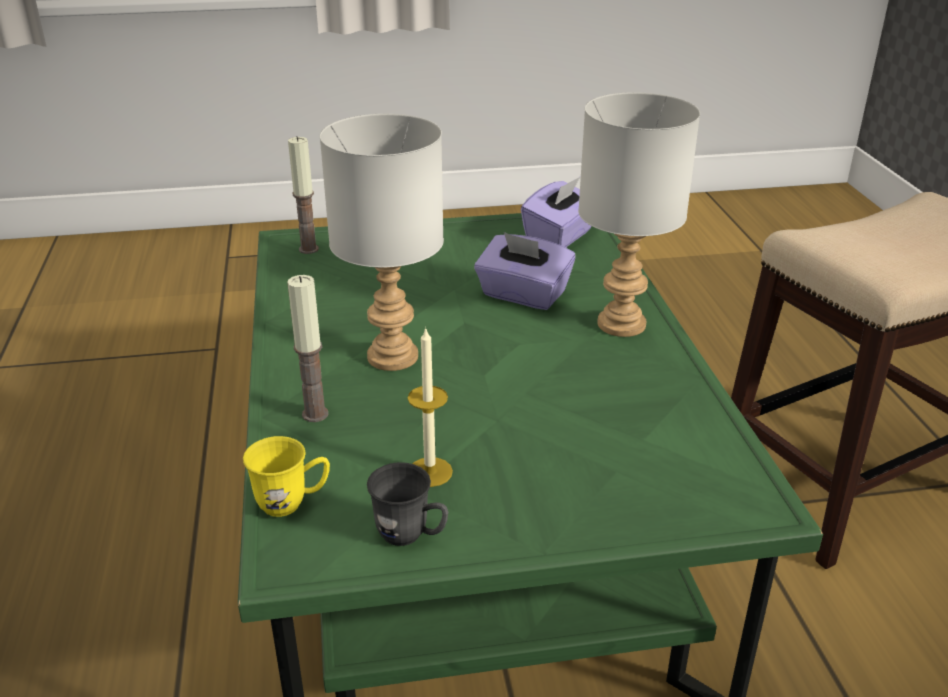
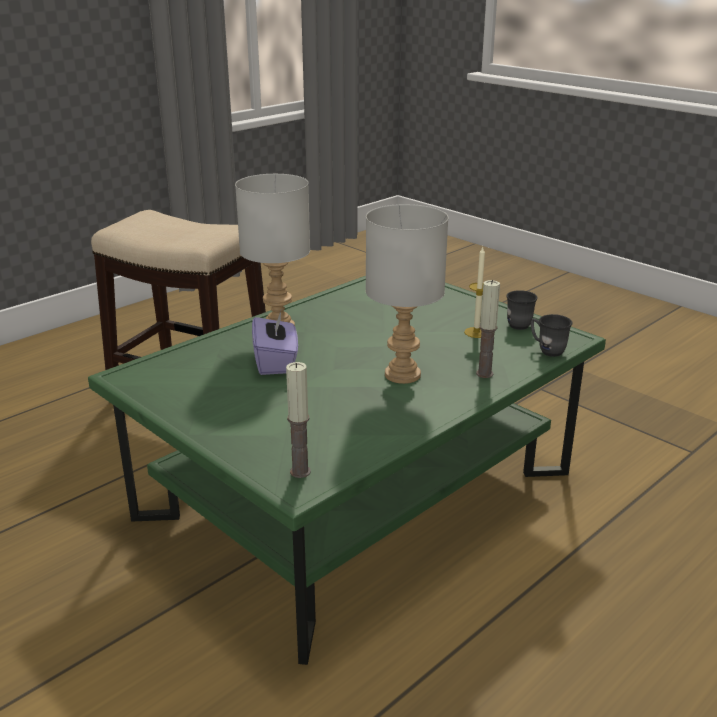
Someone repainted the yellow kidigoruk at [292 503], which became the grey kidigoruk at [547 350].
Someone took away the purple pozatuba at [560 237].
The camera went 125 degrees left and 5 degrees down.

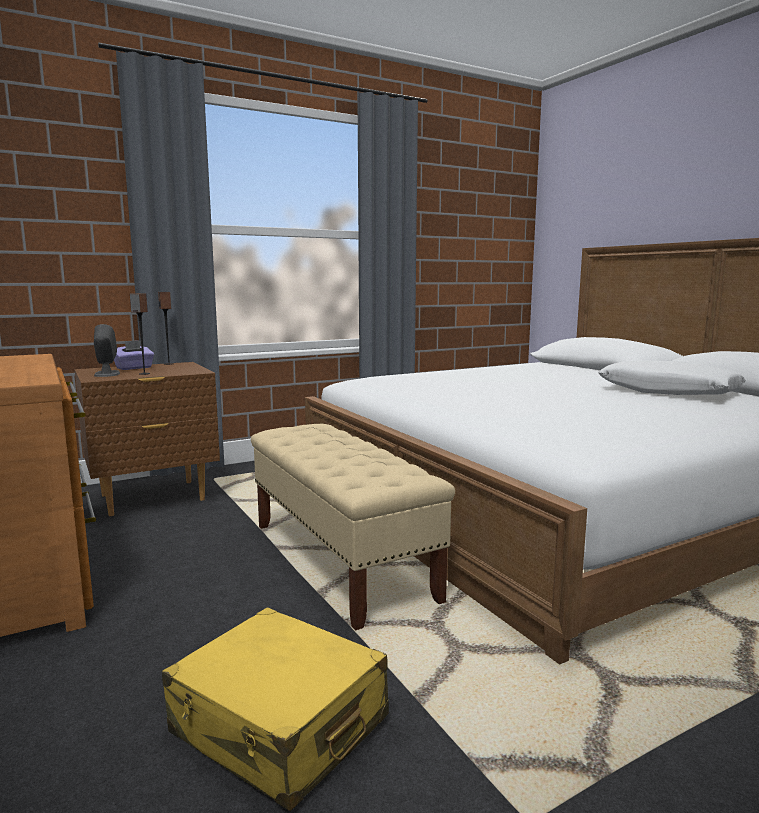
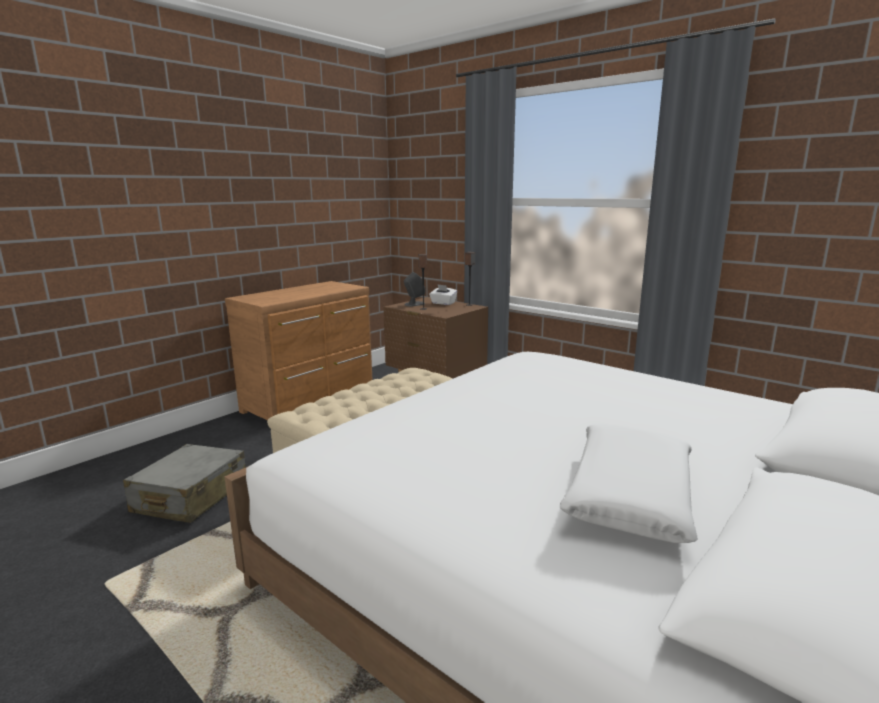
Someone repainted the purple pozatuba at [134 368], which became the white pozatuba at [443 303].
Someone repainted the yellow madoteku at [279 726], which became the grey madoteku at [190 497].
The camera went 70 degrees right and 5 degrees up.

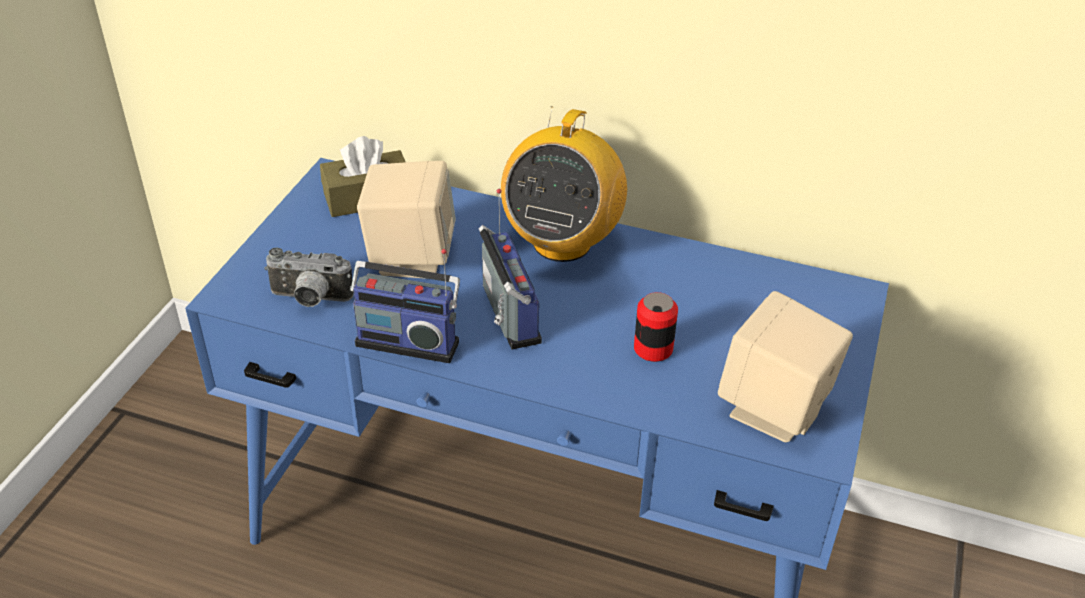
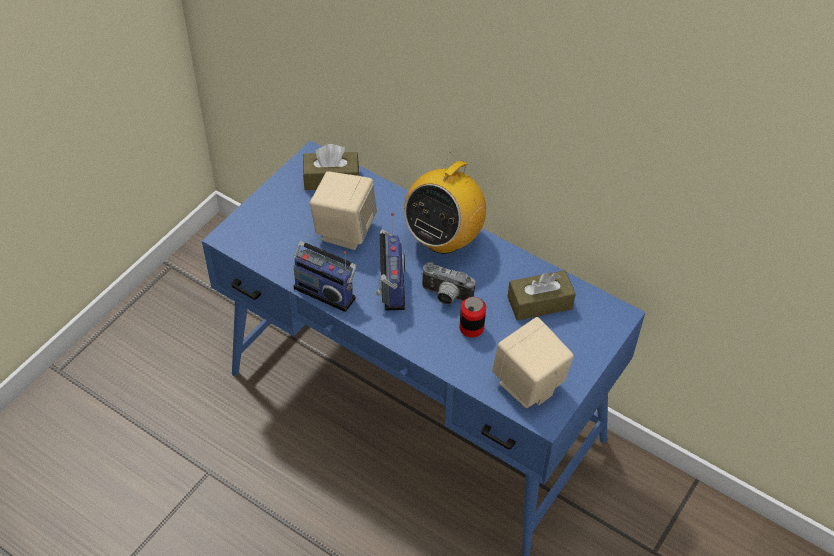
Someone carried the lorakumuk from [309 300] to [445 296].
Someone put down the brown pozatuba at [539 303].
The camera went 15 degrees right and 10 degrees up.

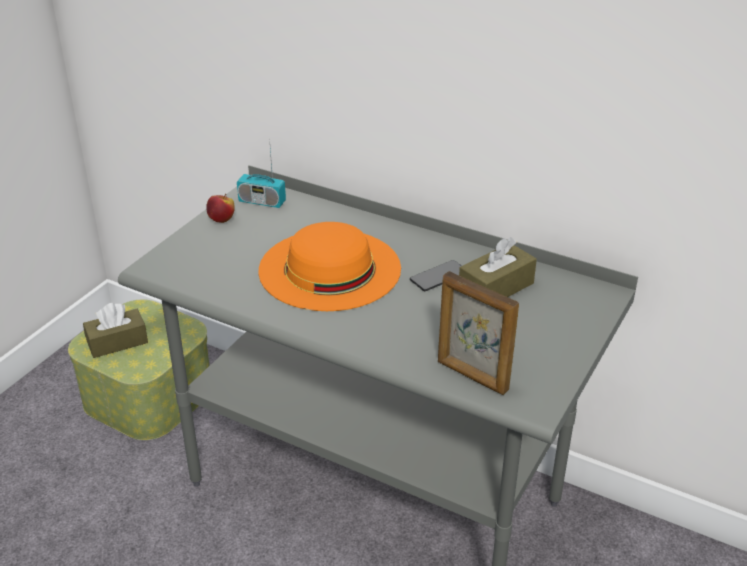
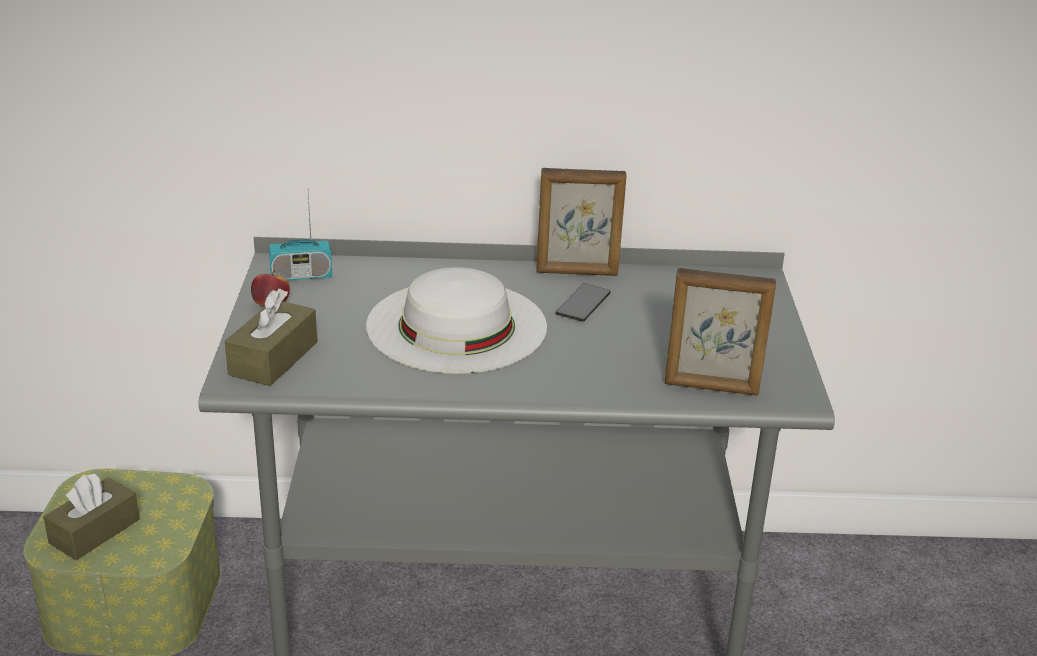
Someone repainted the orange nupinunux at [330 268], which became the white nupinunux at [456 325].
Someone carried the brown pozatuba from [496 288] to [273 358].
Someone put down the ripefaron at [577 272].
The camera went 30 degrees left and 5 degrees down.

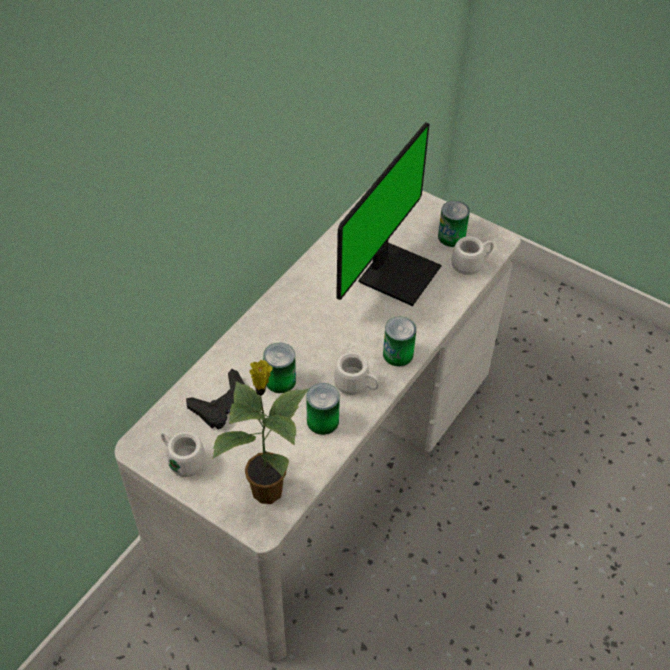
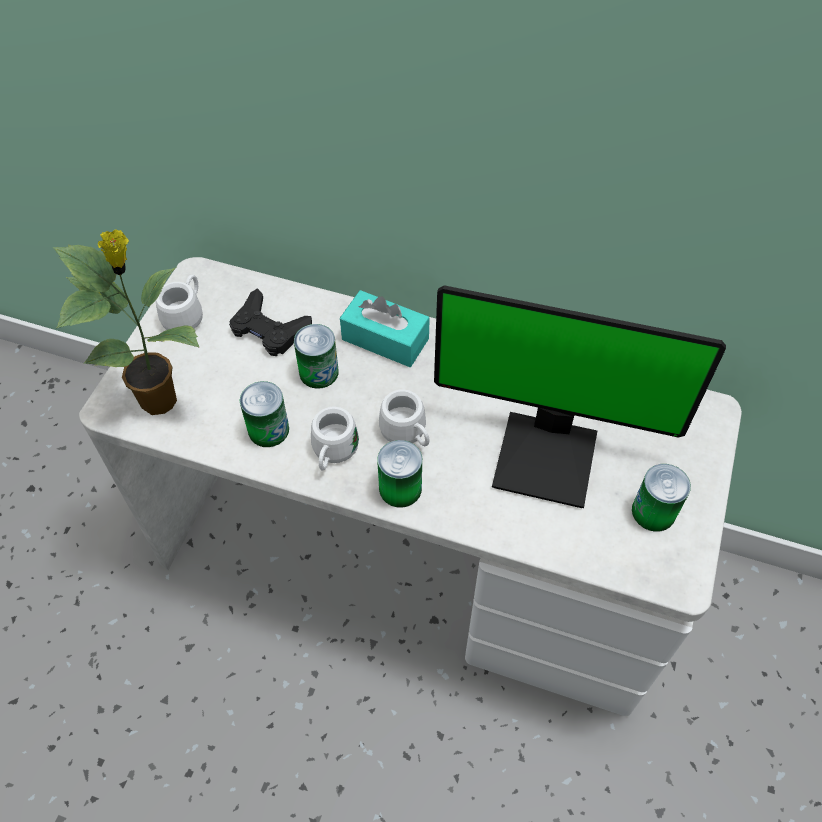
Someone carried the white kidigoruk from [471 264] to [407 434].
Someone put down the turquoise pozatuba at [385 339].
The camera went 75 degrees right and 5 degrees up.

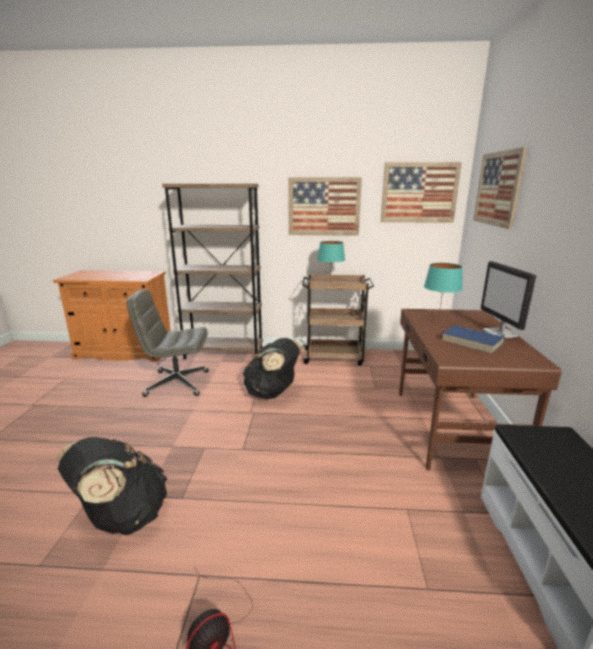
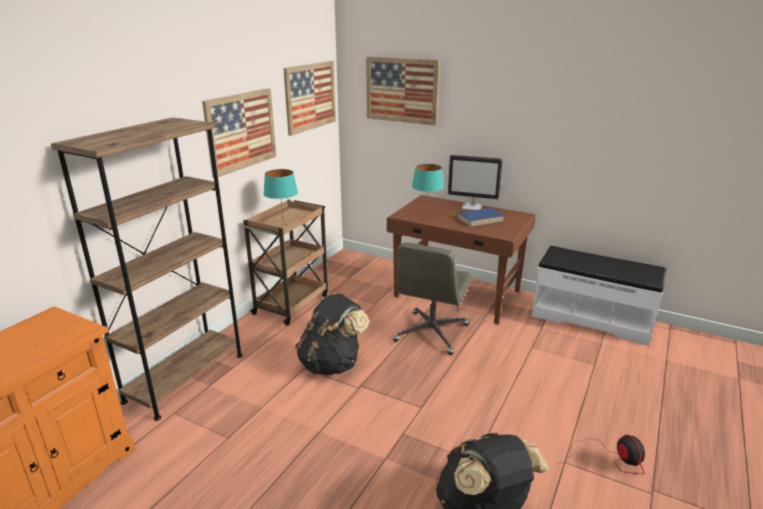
Someone carried the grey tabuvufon from [176 383] to [431 333].
The camera went 65 degrees left and 5 degrees up.

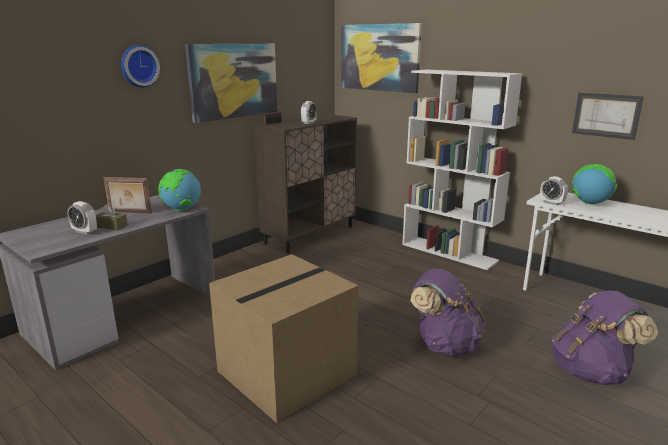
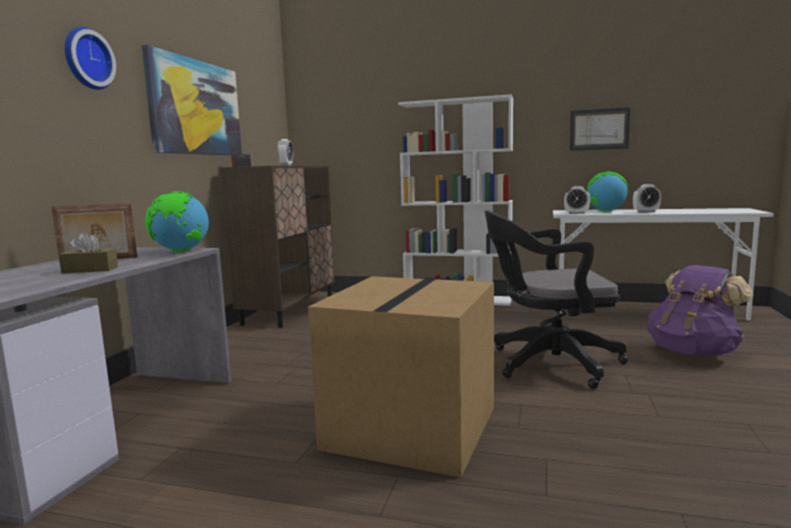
Someone carried the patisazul from [84 232] to [646 212].
Someone took away the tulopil at [379 57].
Someone swapped the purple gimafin at [444 345] for the black tabuvufon at [548 363].
The camera went 25 degrees left and 10 degrees down.

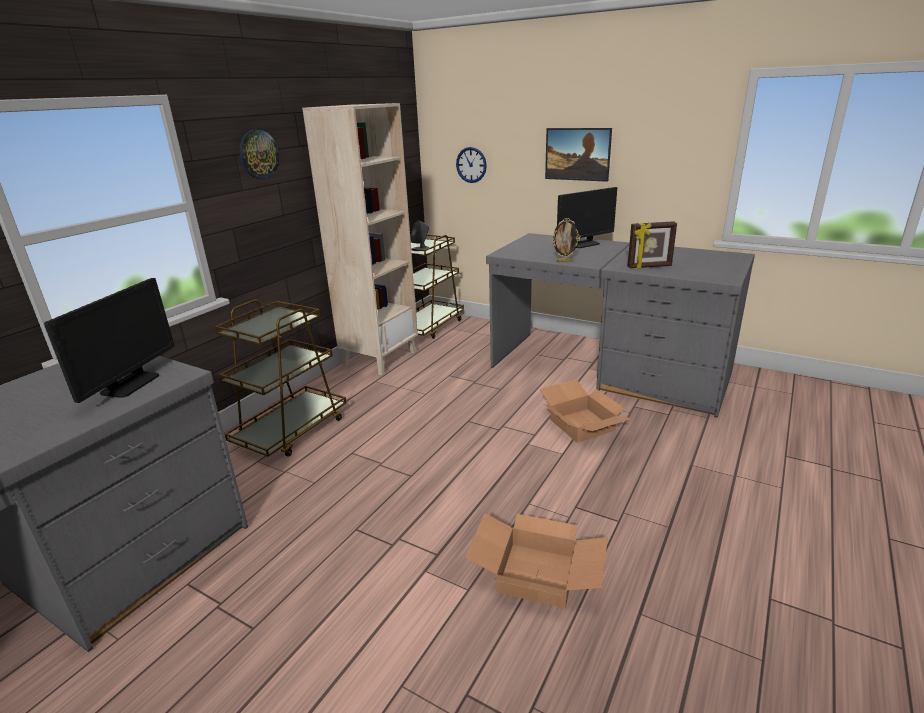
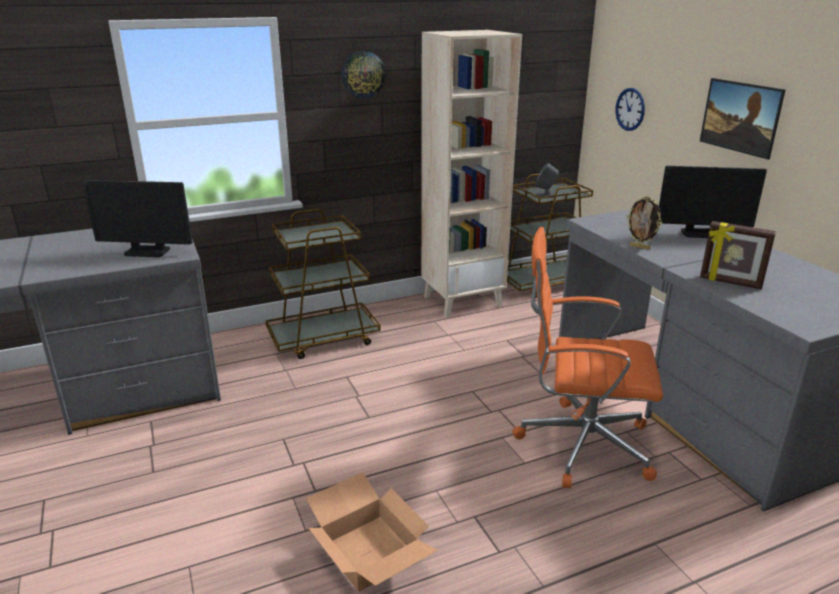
Someone rotated the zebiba at [130 384] by 45 degrees clockwise.
Someone swapped the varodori at [580 424] for the orange tabuvufon at [580 444].
The camera went 35 degrees right and 0 degrees up.

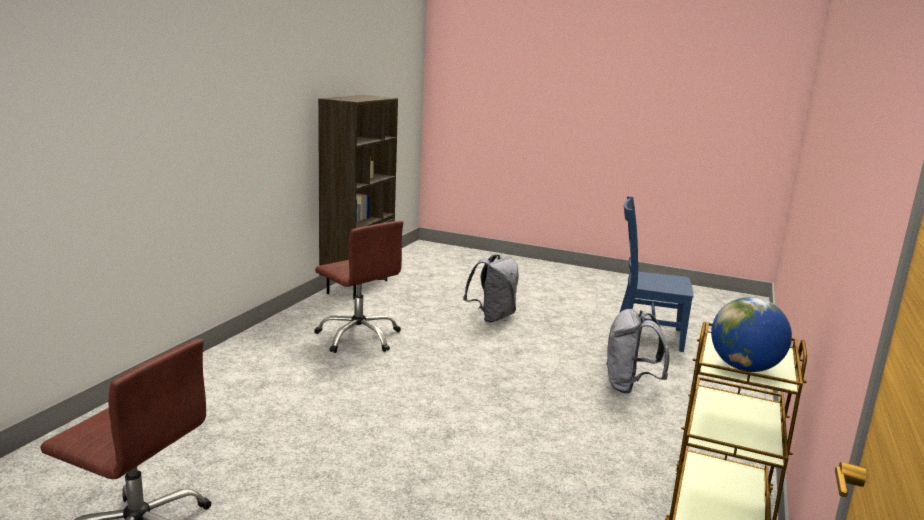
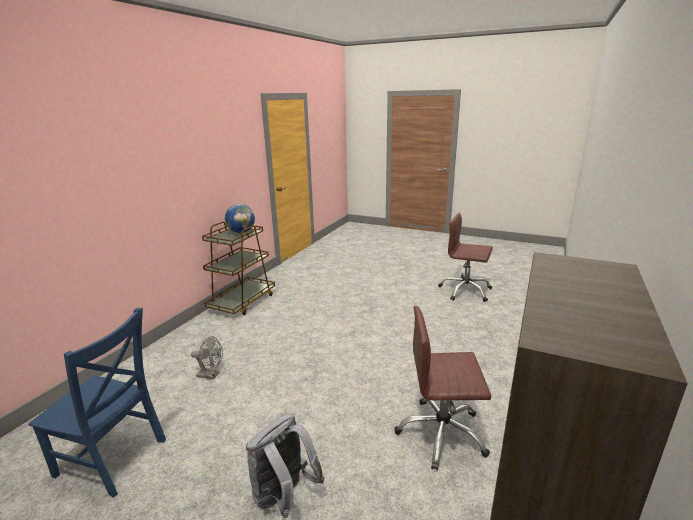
Someone rotated the brown tabuvufon at [359 337] by 45 degrees counterclockwise.
Someone swapped the grey gimafin at [629 386] for the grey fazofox at [211 375].
The camera went 175 degrees left and 5 degrees up.

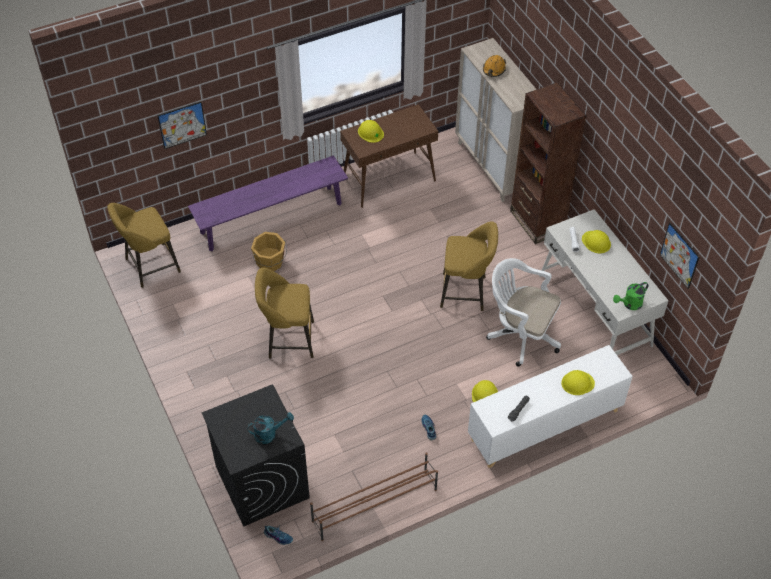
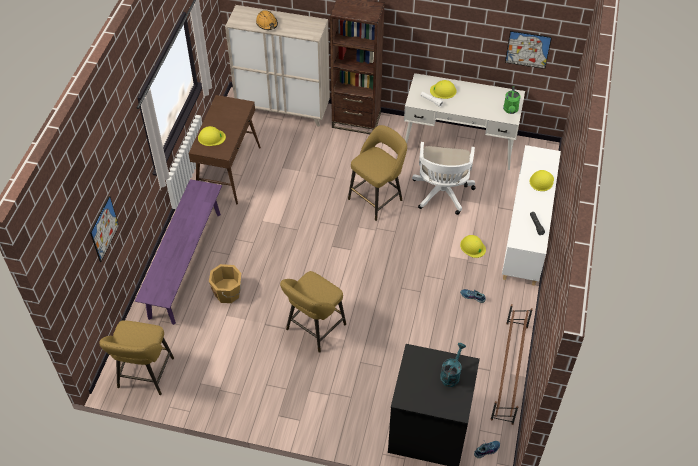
Someone rotated the white tabuvufon at [520 335] by 60 degrees counterclockwise.
The camera went 50 degrees left and 0 degrees up.

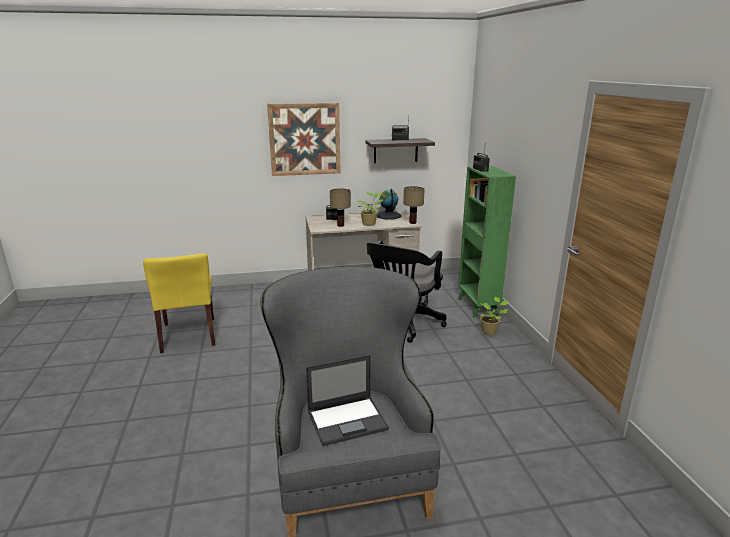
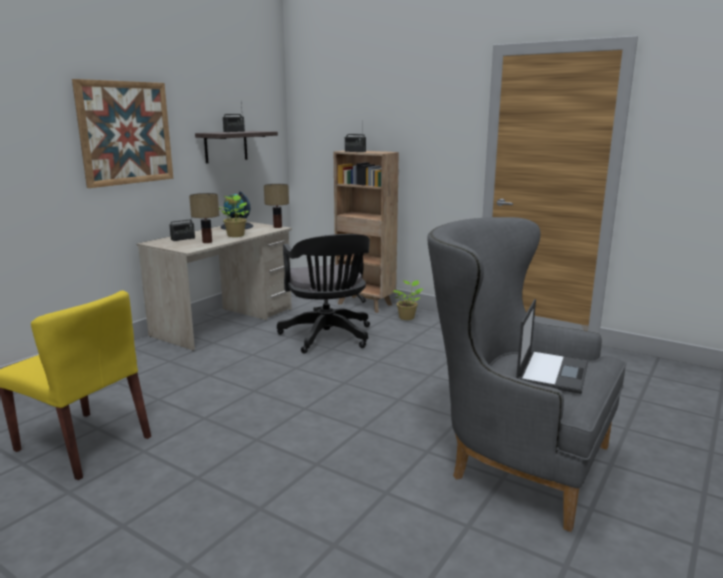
Someone repainted the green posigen at [477 307], which became the brown posigen at [365 304].
The camera went 45 degrees left and 5 degrees down.

